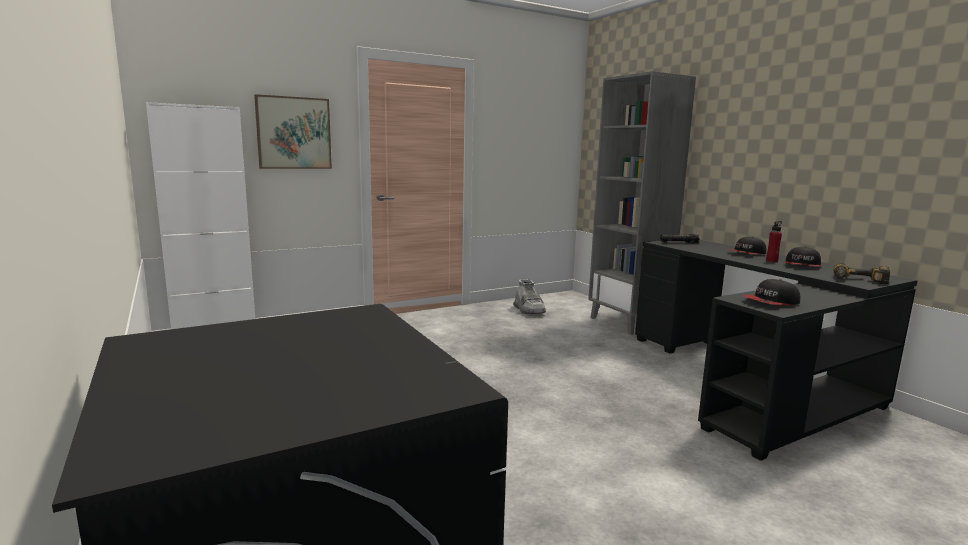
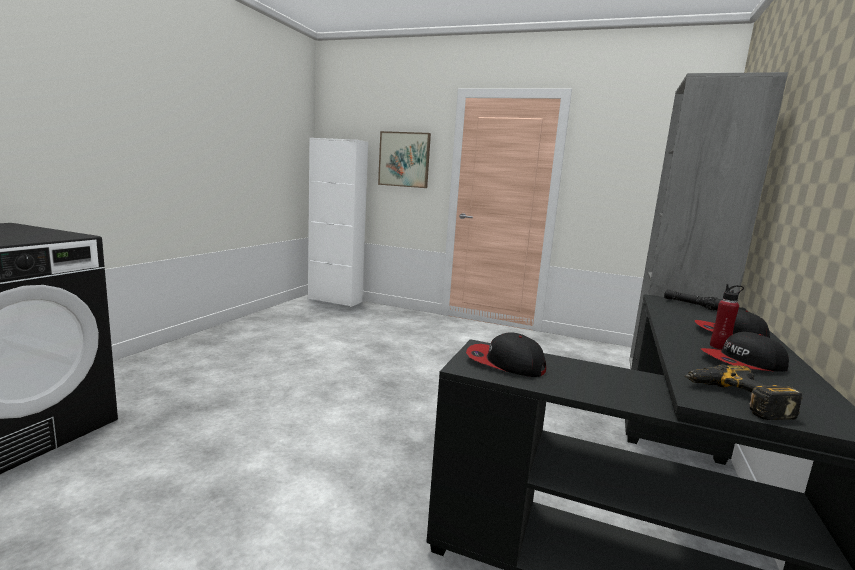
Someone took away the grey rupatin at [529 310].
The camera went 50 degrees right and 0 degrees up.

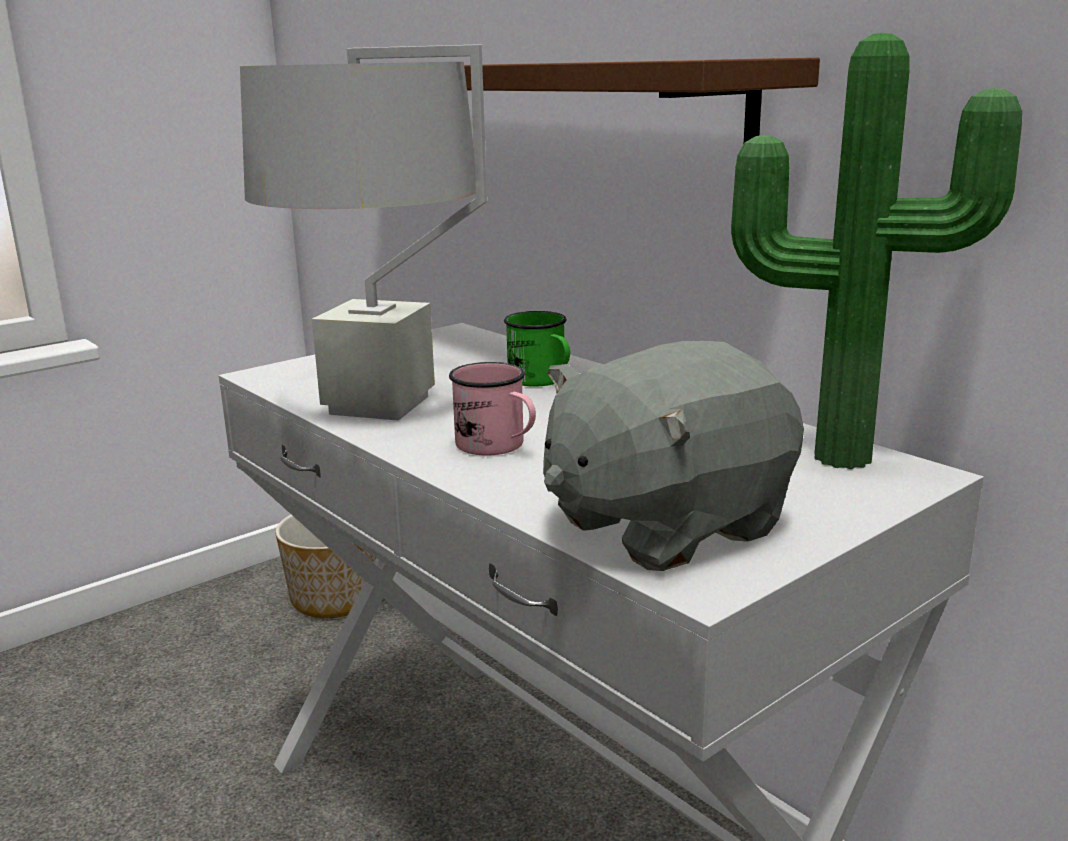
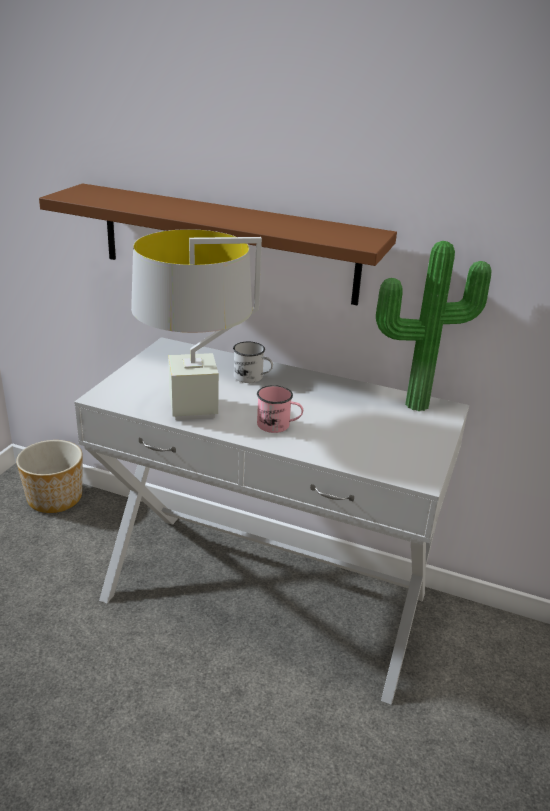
Someone repainted the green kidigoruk at [542 380], which became the white kidigoruk at [252 378].
Someone took away the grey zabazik at [664 524].
The camera went 30 degrees left and 10 degrees up.

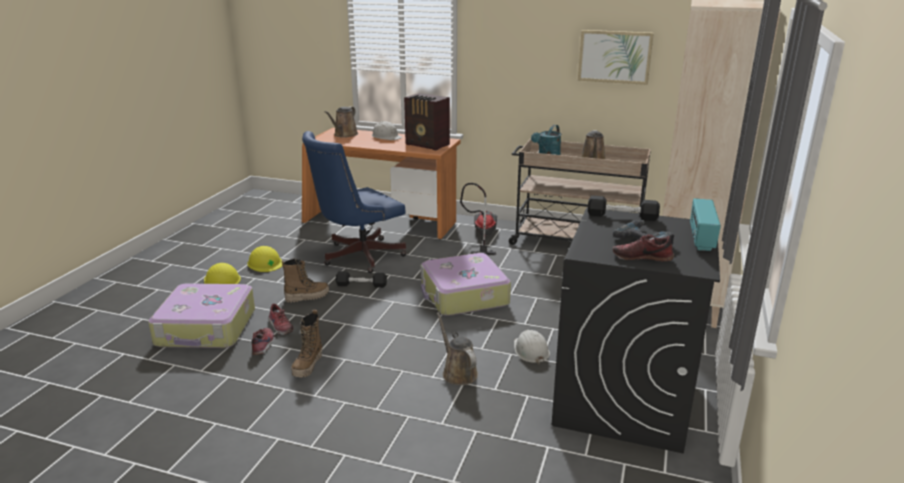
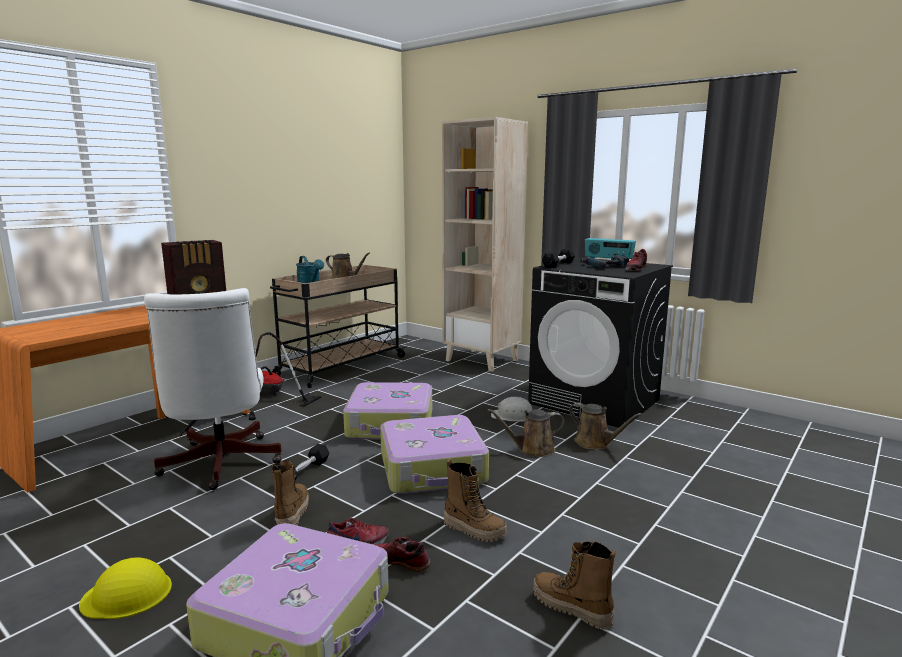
Someone took away the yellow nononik at [265 263].
Someone repainted the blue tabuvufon at [357 256], which became the white tabuvufon at [219 465].
Someone carried the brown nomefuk from [344 135] to [595 443].
Someone took away the white nononik at [386 137].
Someone took away the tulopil at [614 56].
Someone put down the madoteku at [433 469].
Someone put down the rupatin at [571 608].
The camera went 70 degrees left and 10 degrees down.

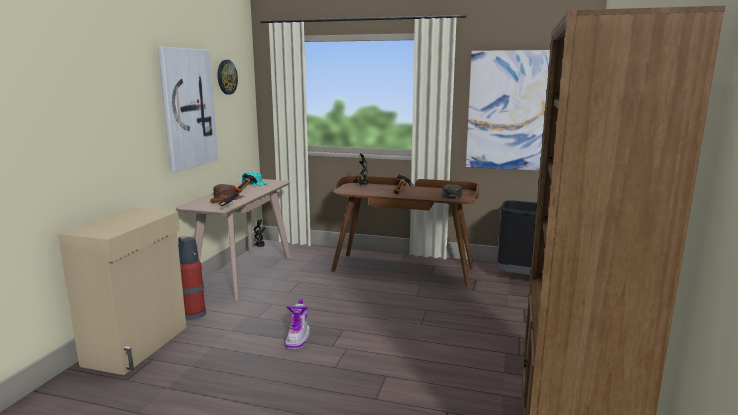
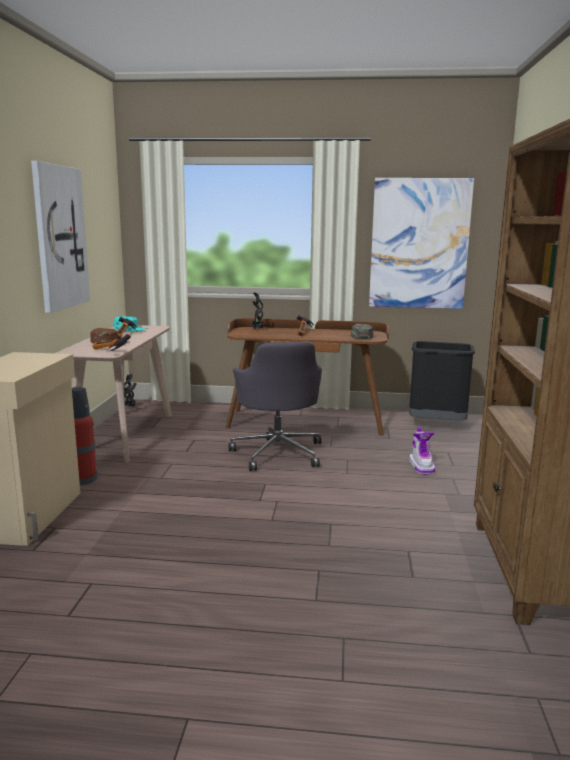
Someone took away the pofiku at [226 77].
Someone carried the rupatin from [298 339] to [421 466].
Someone put down the grey tabuvufon at [278 452].
The camera went 10 degrees left and 0 degrees up.

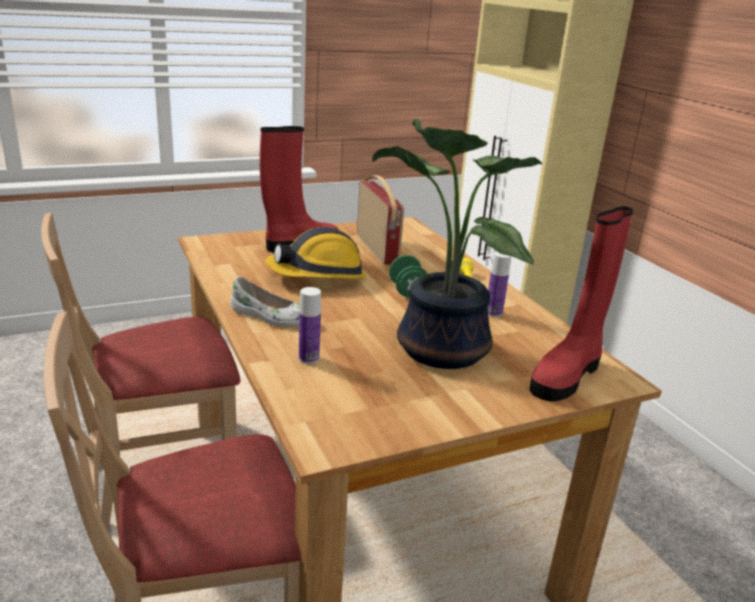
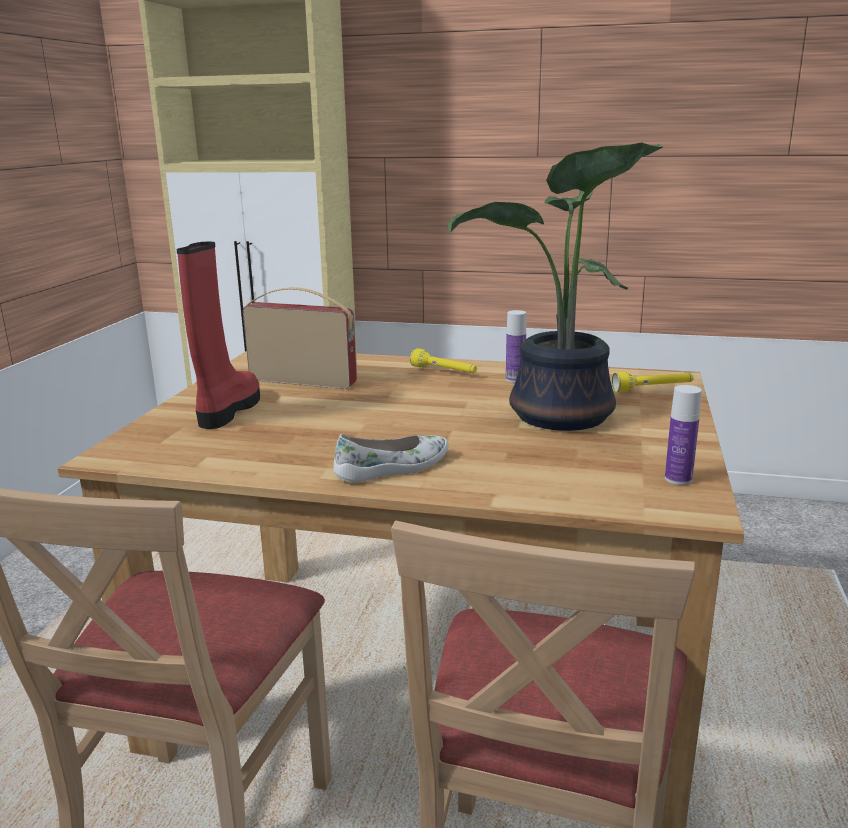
Someone took away the nononik at [318 275].
Someone carried the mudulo from [309 358] to [678 479].
Someone took away the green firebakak at [407 291].
Someone swapped the red rupatin at [567 375] for the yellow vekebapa at [652 389].
The camera went 50 degrees left and 5 degrees down.

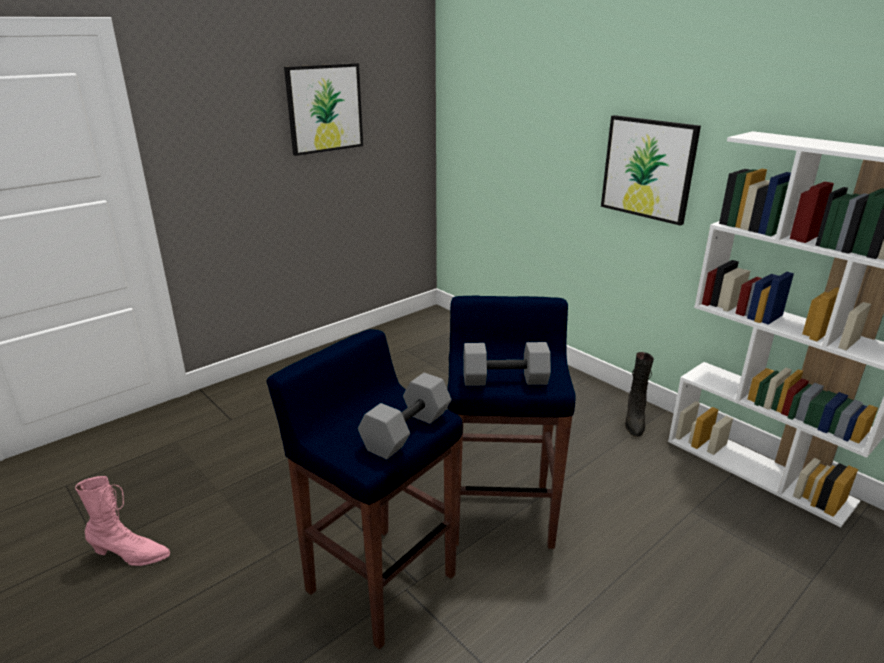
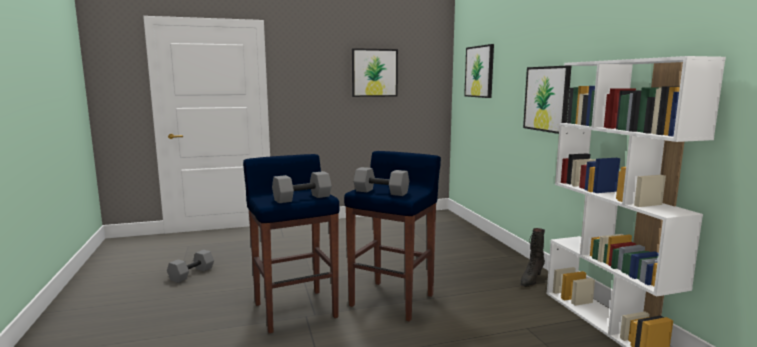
Someone swapped the pink rupatin at [130 555] for the grey firebakak at [191 274].
Someone put up the tulopil at [479 71].
The camera went 25 degrees right and 15 degrees down.

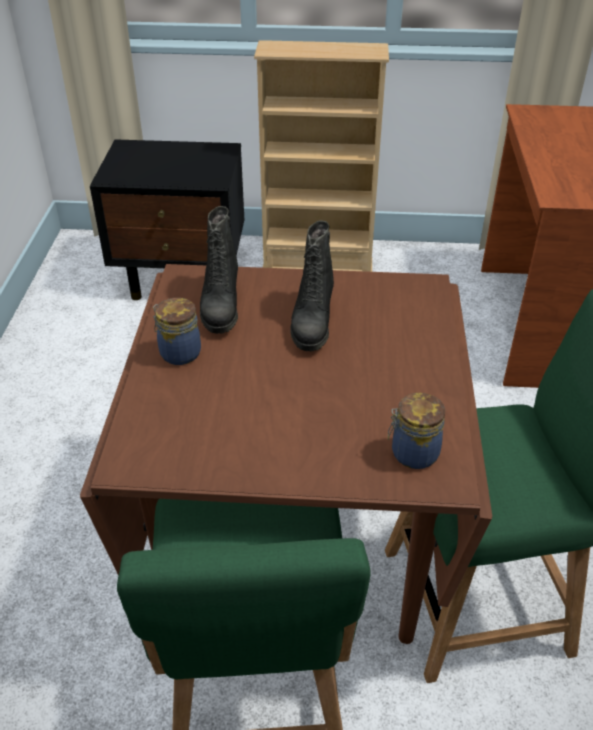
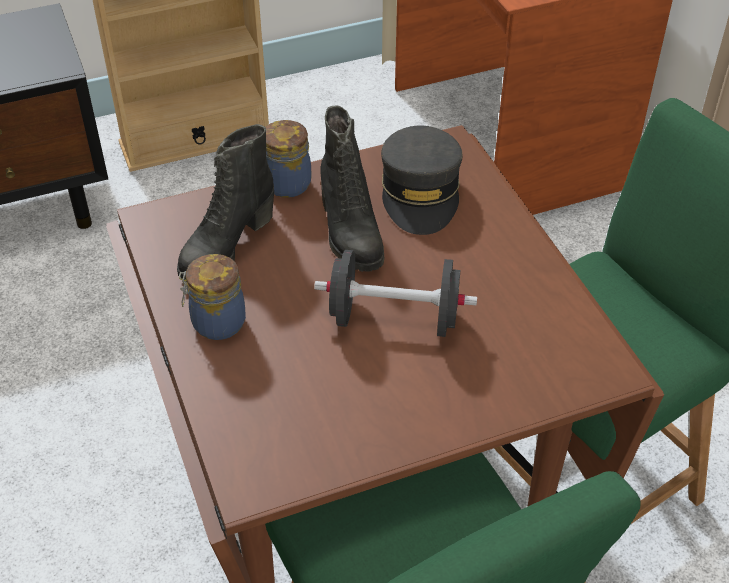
Someone rotated the black rupatin at [220 307] by 60 degrees clockwise.
Someone carried the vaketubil from [412 453] to [285 185].
Someone put down the black firebakak at [394 319].
Someone put down the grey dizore at [420 193].
The camera went 25 degrees left and 5 degrees up.

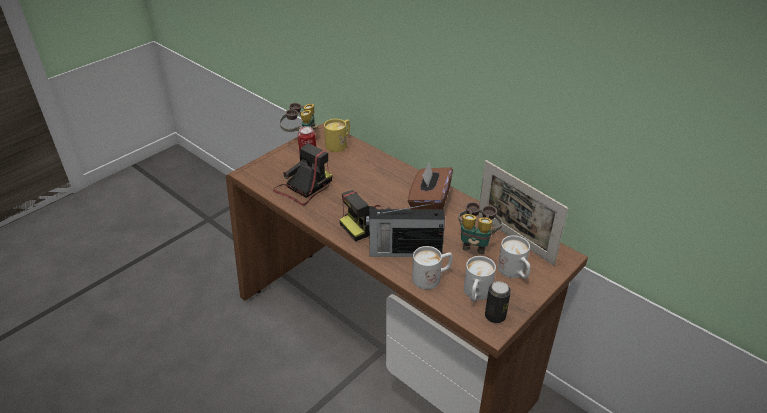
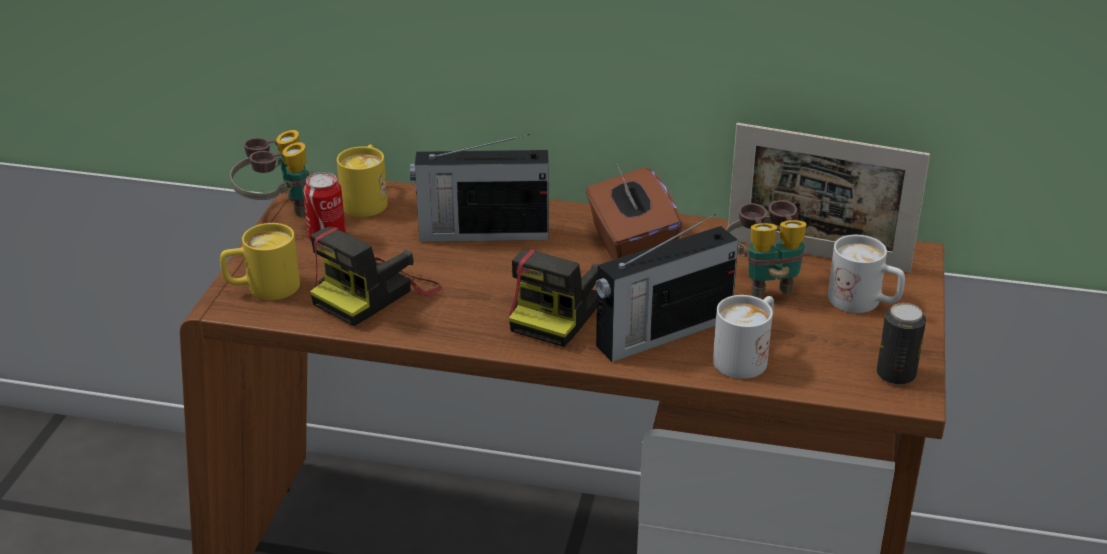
Someone rotated the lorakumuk at [304 188] by 150 degrees counterclockwise.
Someone took away the white kidigoruk at [476 294].
Someone put down the yellow kidigoruk at [262 288].
Someone put down the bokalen at [481 233].
The camera went 30 degrees left and 5 degrees down.

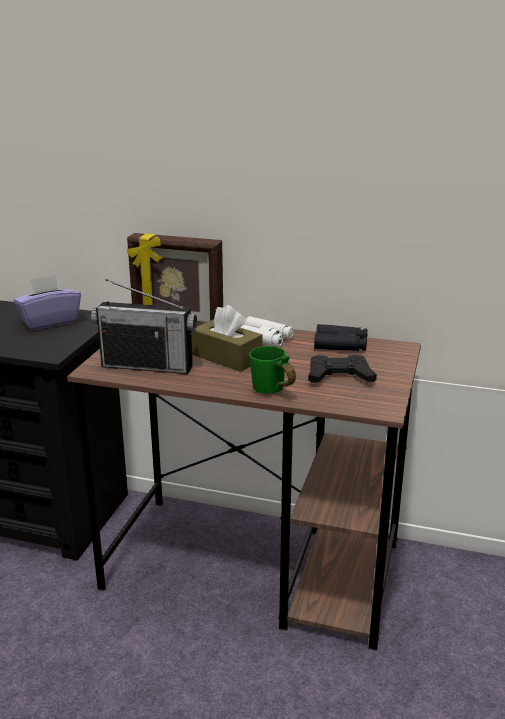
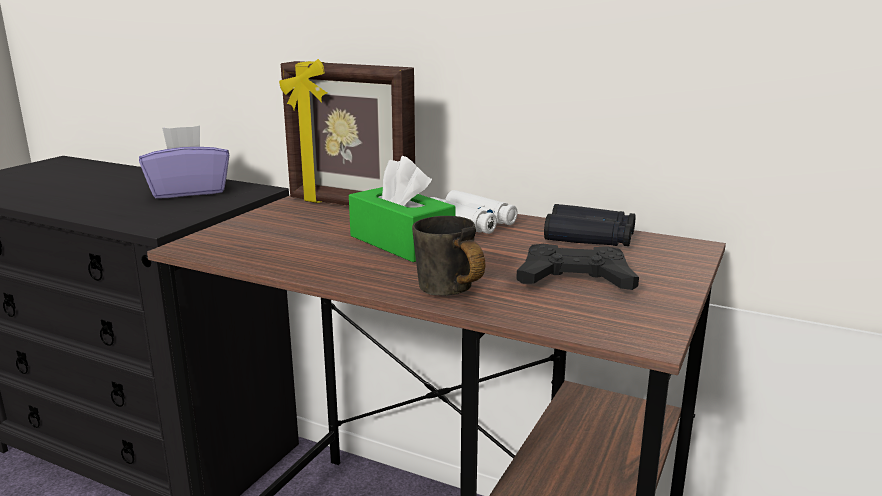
Someone took away the bokalen at [147 366].
Someone repainted the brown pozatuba at [227 357], which became the green pozatuba at [401 242].
Someone repainted the green kidigoruk at [270 393], which became the grey kidigoruk at [445 295].
The camera went 10 degrees right and 5 degrees down.

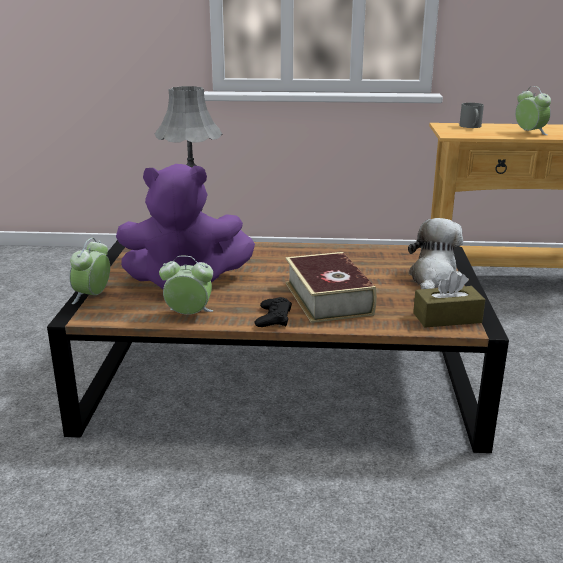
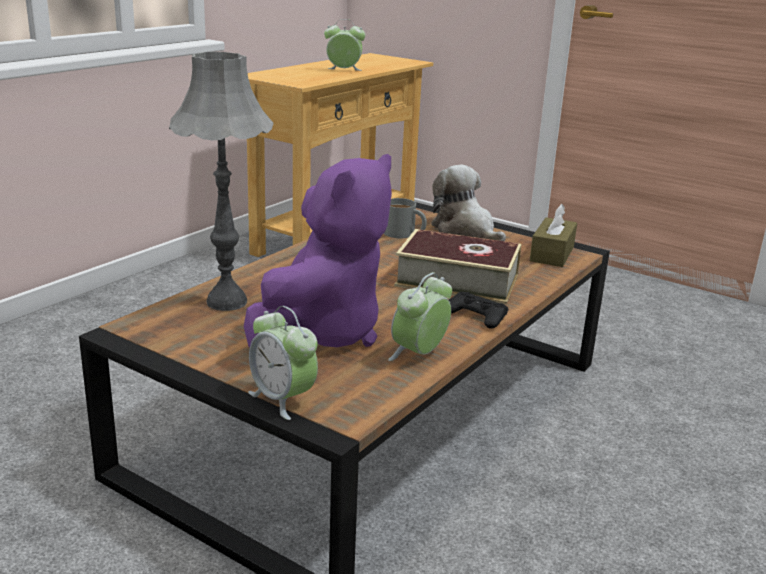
Someone carried the grey kidigoruk from [471 126] to [404 234].
The camera went 60 degrees left and 0 degrees up.

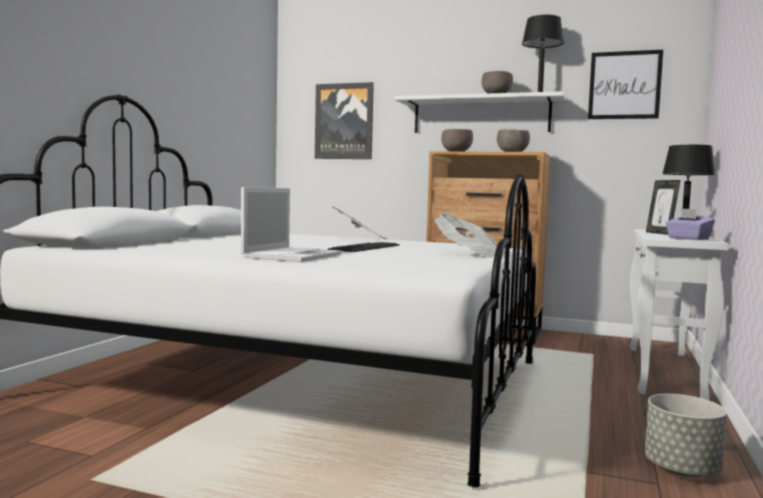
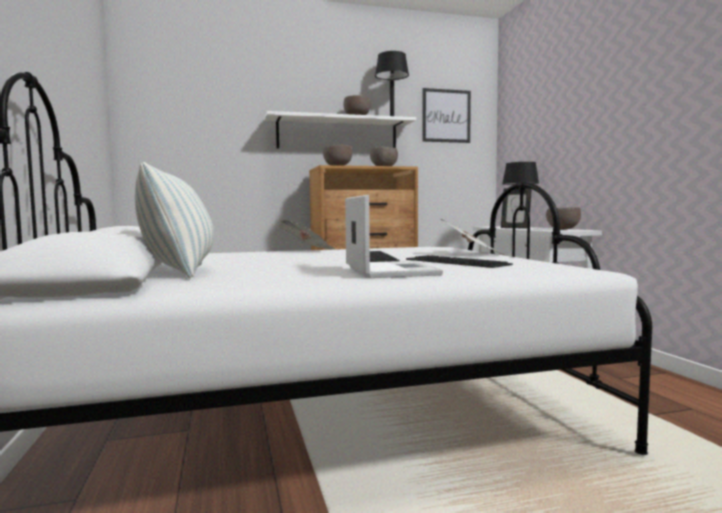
Someone took away the tulopil at [344 121].
Someone took away the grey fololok at [682 470].
Someone swapped the purple pozatuba at [688 238] for the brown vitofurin at [563 229].
Someone put down the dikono at [179 272].
Someone put down the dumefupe at [453 262].
The camera went 35 degrees left and 0 degrees up.

